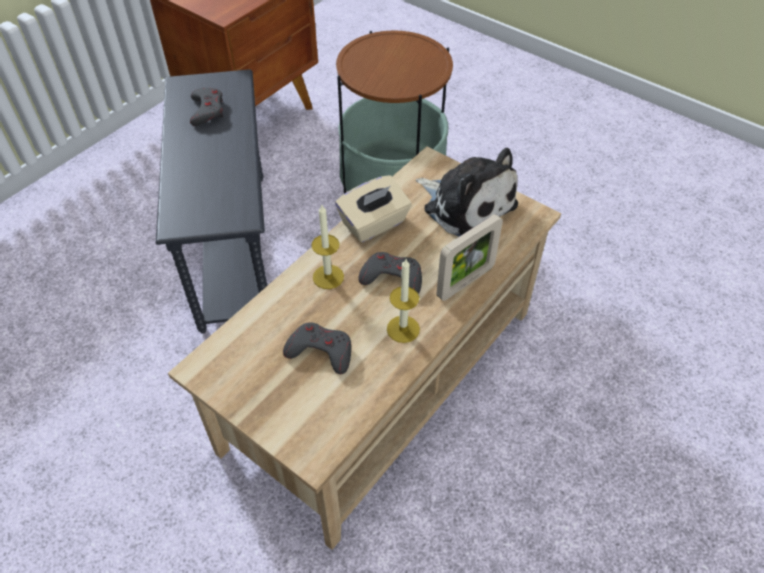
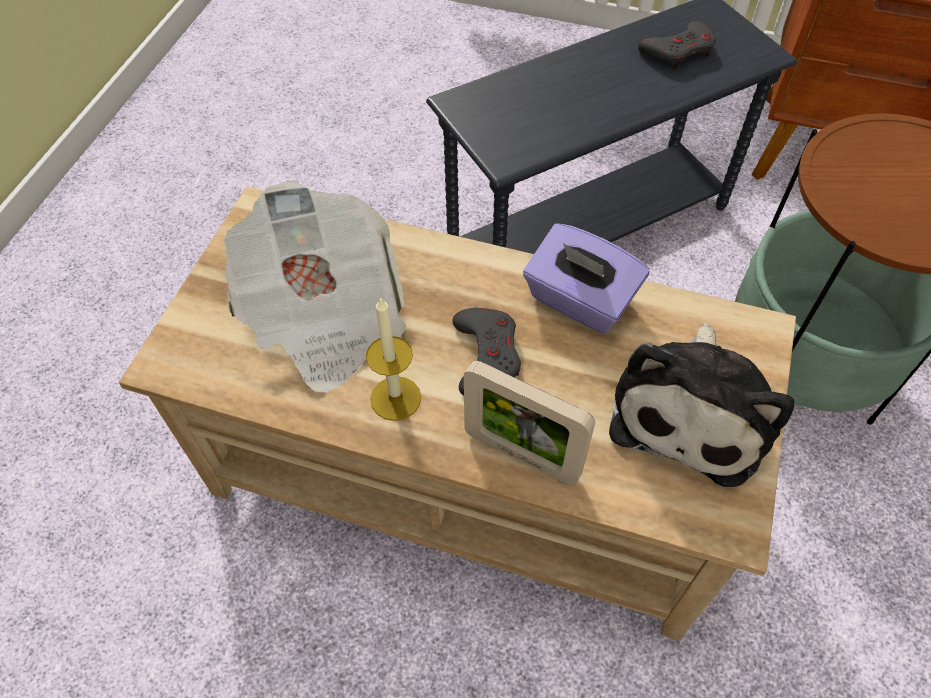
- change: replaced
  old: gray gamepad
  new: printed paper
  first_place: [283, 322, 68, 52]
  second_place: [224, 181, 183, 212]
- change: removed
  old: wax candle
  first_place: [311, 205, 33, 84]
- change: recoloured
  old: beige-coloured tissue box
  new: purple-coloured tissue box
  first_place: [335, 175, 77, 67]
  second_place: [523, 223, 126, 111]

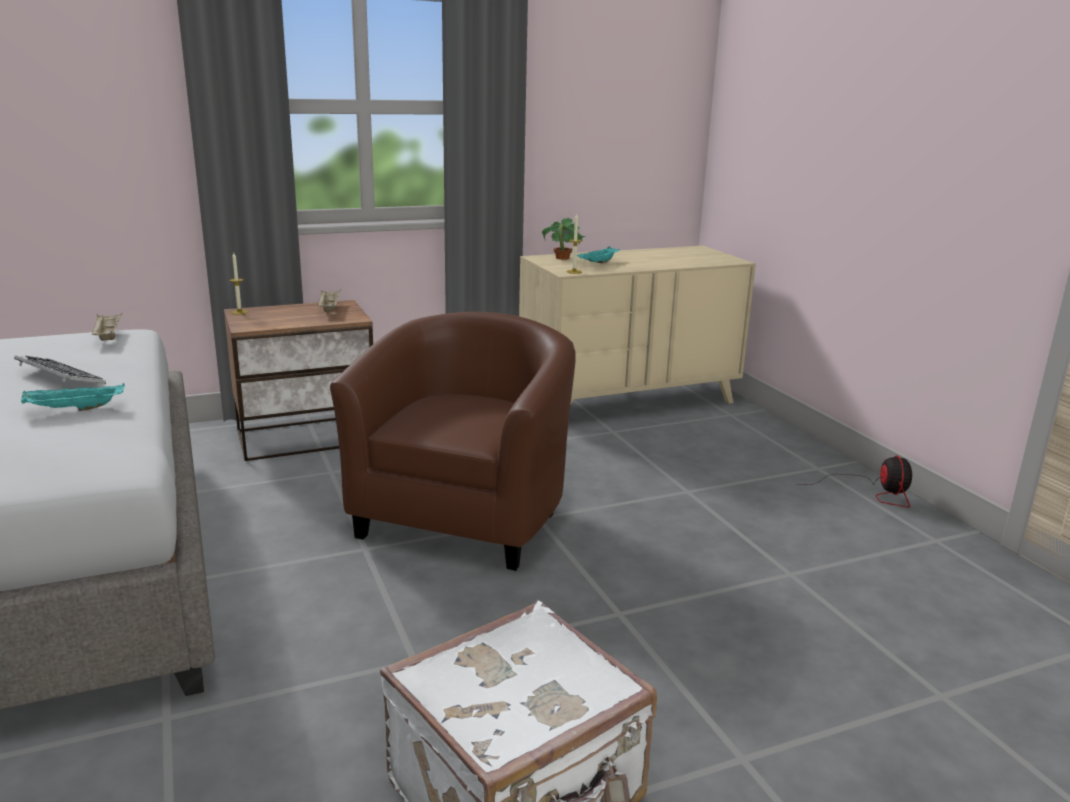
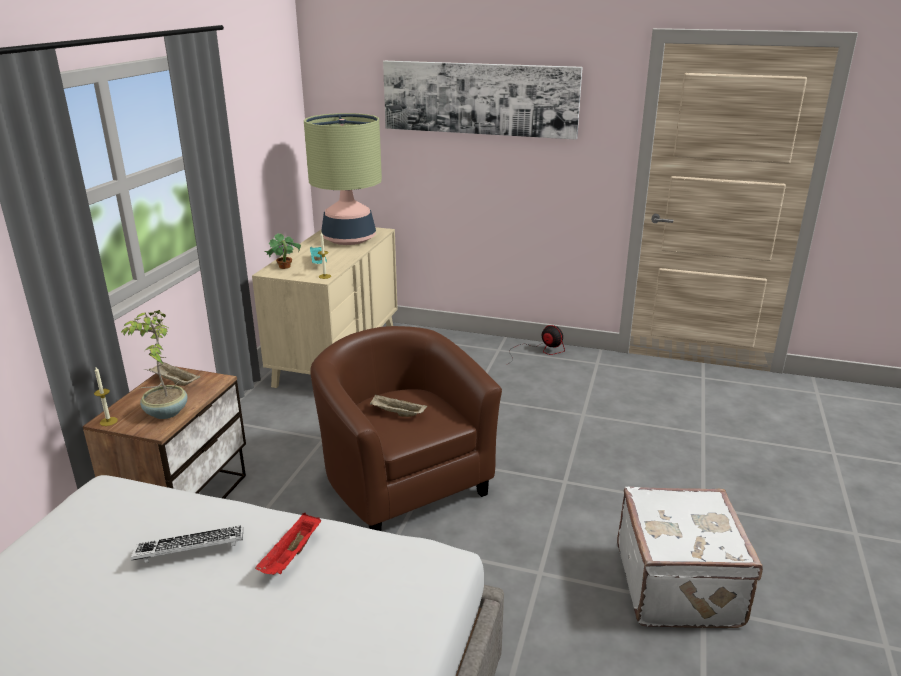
- change: recoloured
  old: turquoise-coloured carrying tray
  new: red-coloured carrying tray
  first_place: [21, 383, 104, 28]
  second_place: [255, 513, 66, 62]
- change: moved
  old: beige-coloured carrying tray
  first_place: [92, 313, 30, 28]
  second_place: [370, 395, 57, 22]
- change: added
  new: potted plant
  second_place: [121, 310, 67, 109]
- change: added
  new: tabletop lamp
  second_place: [304, 113, 78, 132]
- change: added
  new: wall picture
  second_place: [383, 61, 200, 79]

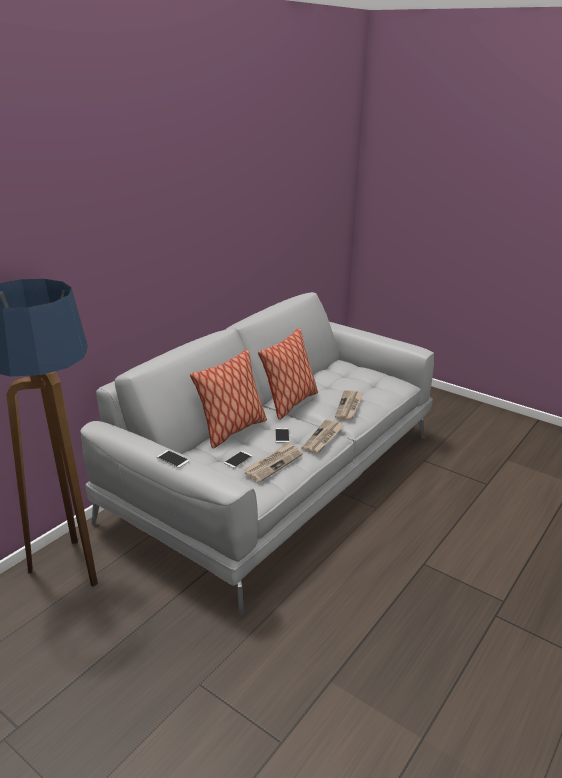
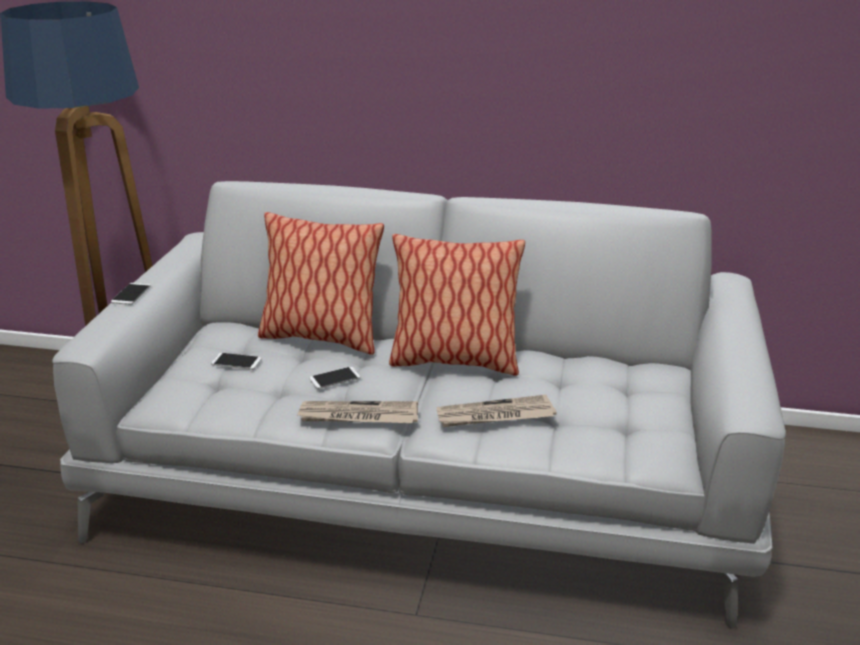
- change: removed
  old: printed paper
  first_place: [244, 442, 59, 41]

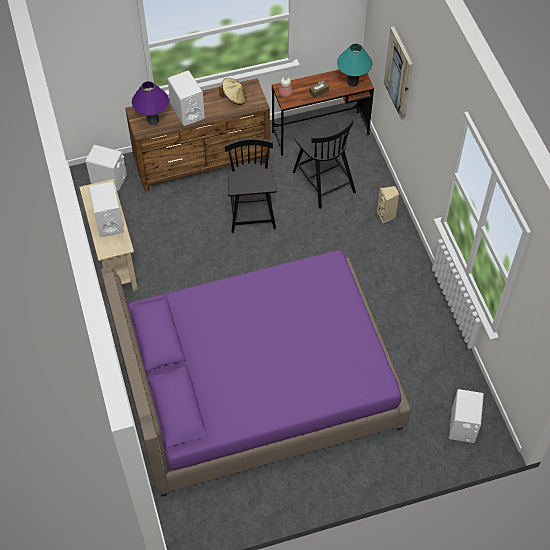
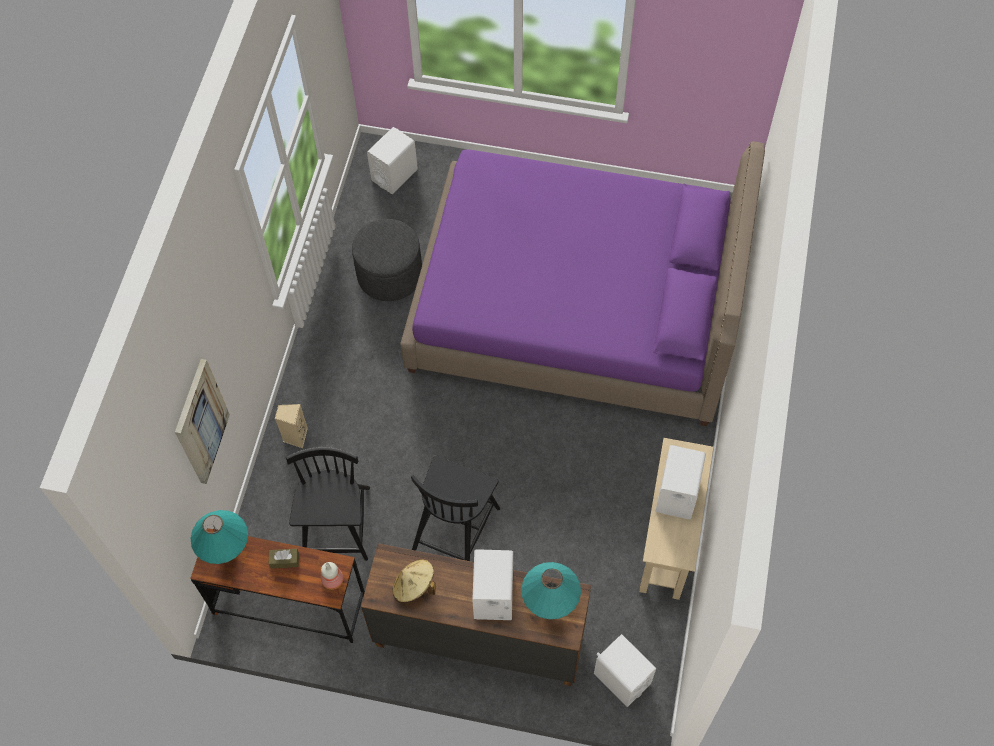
- change: recoloured
  old: purple-coloured tabletop lamp
  new: turquoise-coloured tabletop lamp
  first_place: [132, 81, 37, 44]
  second_place: [521, 562, 60, 57]
- change: added
  new: gray footrest
  second_place: [352, 219, 70, 82]

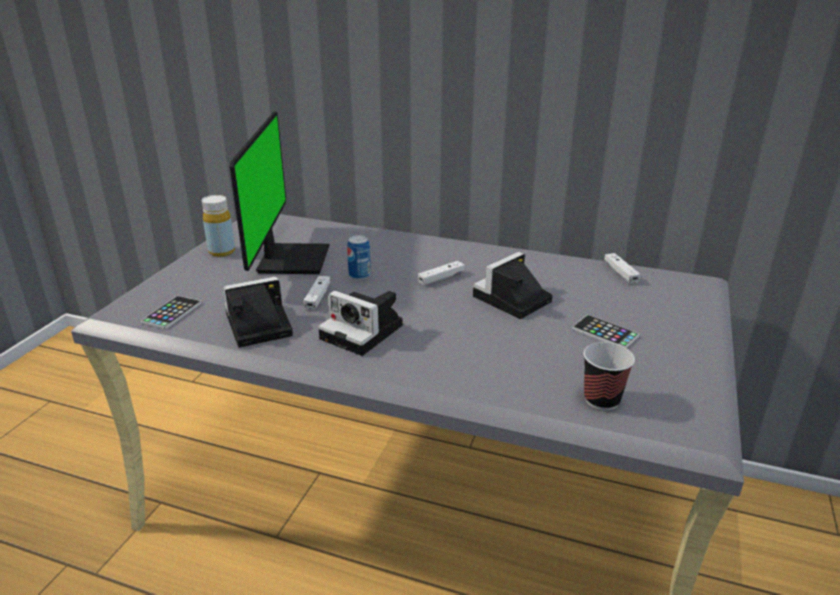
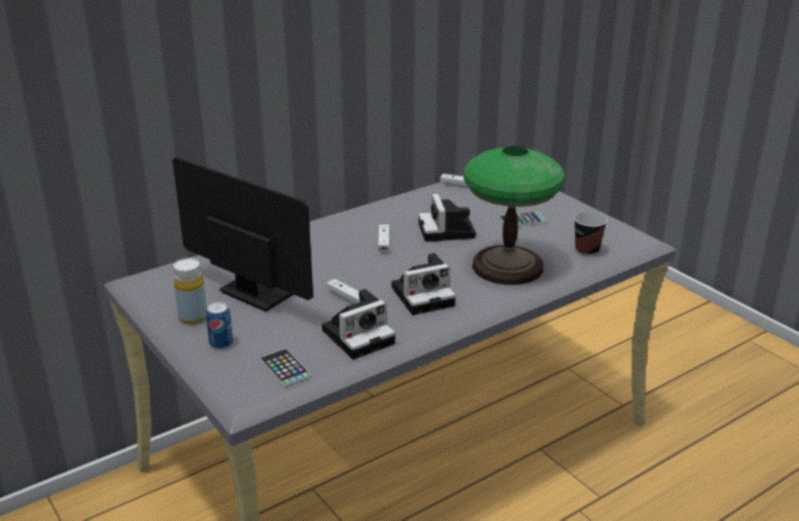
- change: turned
  old: photo camera
  first_place: [224, 277, 69, 71]
  second_place: [322, 289, 74, 71]
  degrees: -135
- change: moved
  old: can
  first_place: [347, 235, 24, 45]
  second_place: [206, 302, 27, 47]
- change: added
  new: tabletop lamp
  second_place: [464, 146, 101, 139]

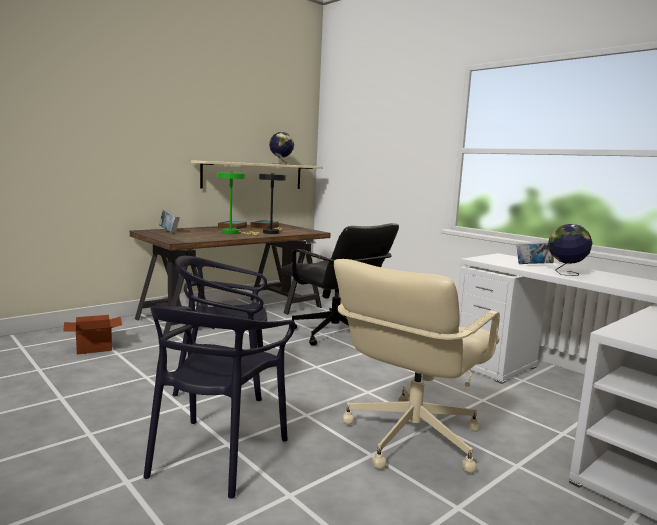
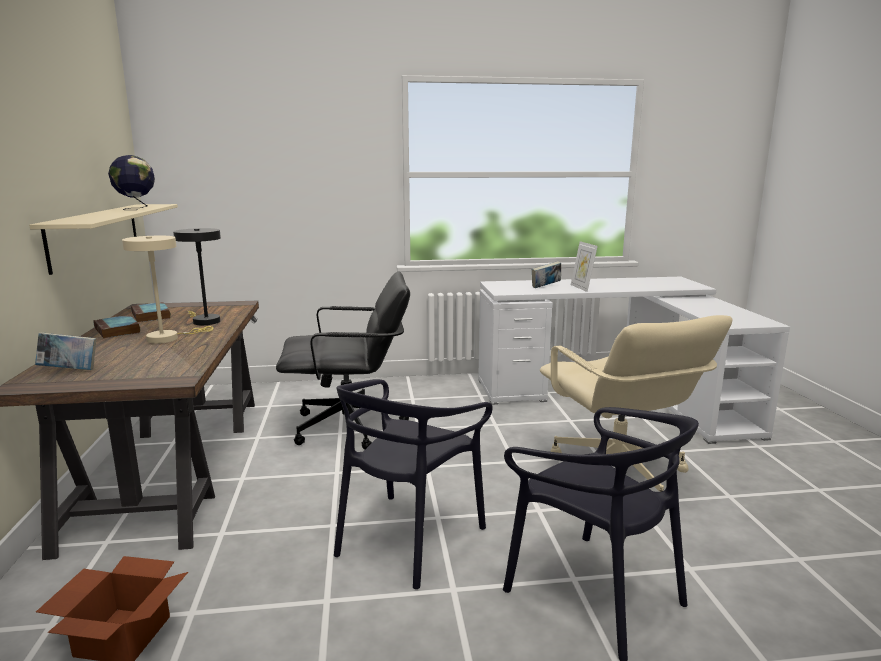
- change: recoloured
  old: green tabletop lamp
  new: beige-coloured tabletop lamp
  first_place: [217, 172, 42, 63]
  second_place: [122, 236, 91, 108]
- change: replaced
  old: globe
  new: photo frame
  first_place: [548, 224, 44, 52]
  second_place: [571, 241, 27, 51]

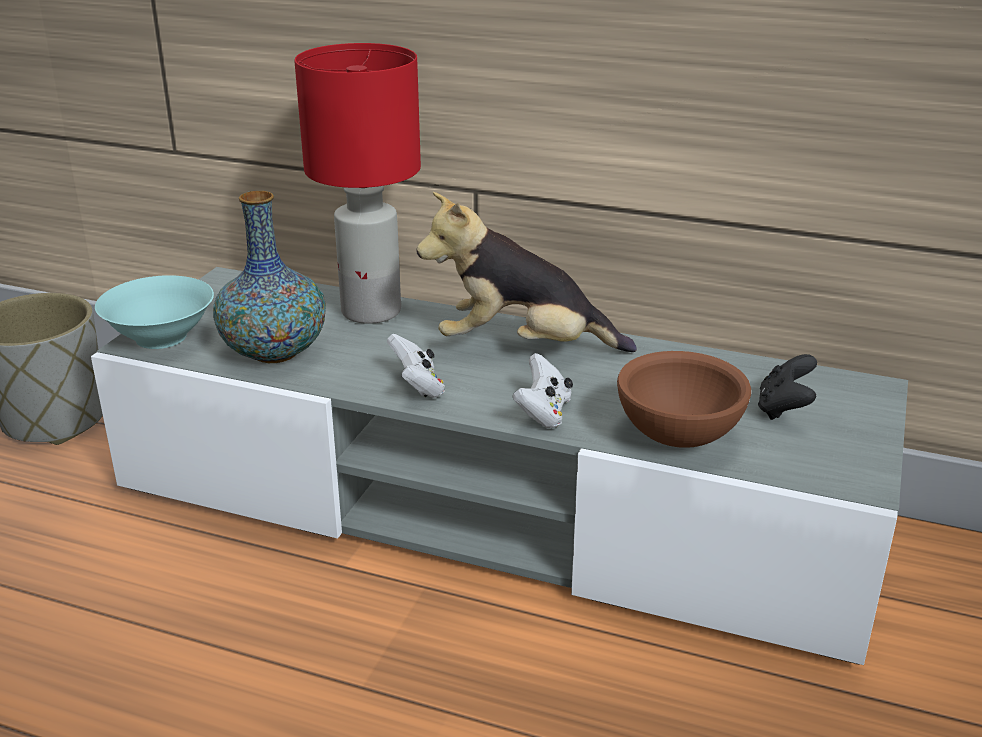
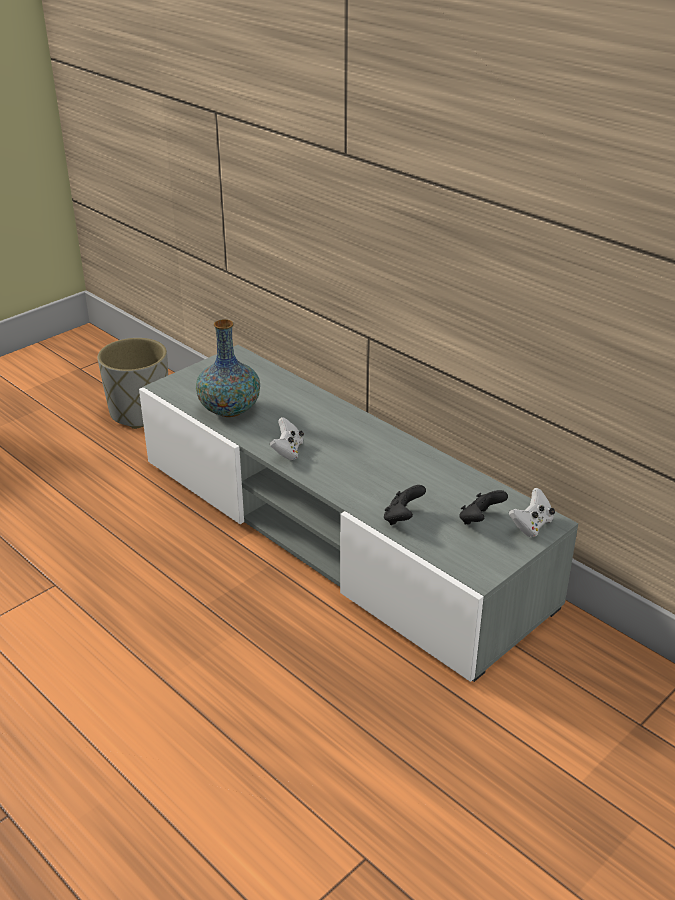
- change: removed
  old: turquoise-coloured bowl
  first_place: [95, 275, 119, 74]
- change: removed
  old: red-coloured tabletop lamp
  first_place: [294, 43, 127, 281]
- change: removed
  old: plush toy
  first_place: [416, 192, 221, 160]
- change: moved
  old: white gamepad
  first_place: [512, 353, 61, 75]
  second_place: [509, 488, 46, 49]
- change: replaced
  old: brown-coloured bowl
  new: black gamepad
  first_place: [617, 351, 134, 97]
  second_place: [384, 485, 42, 40]

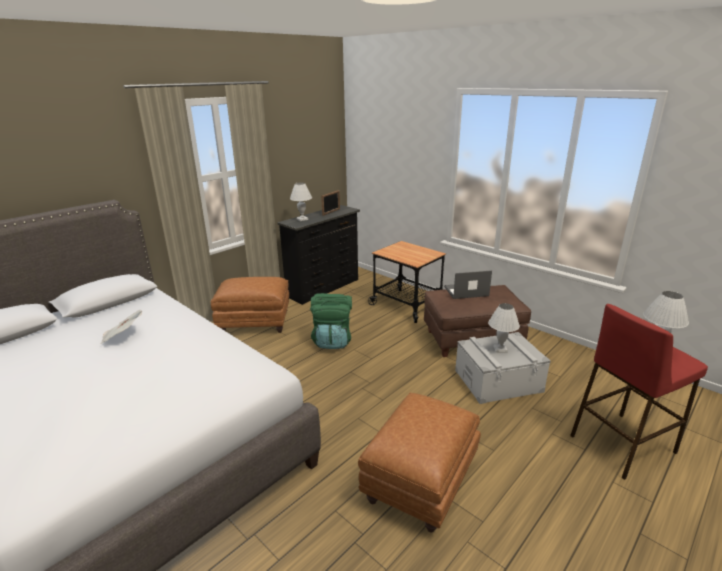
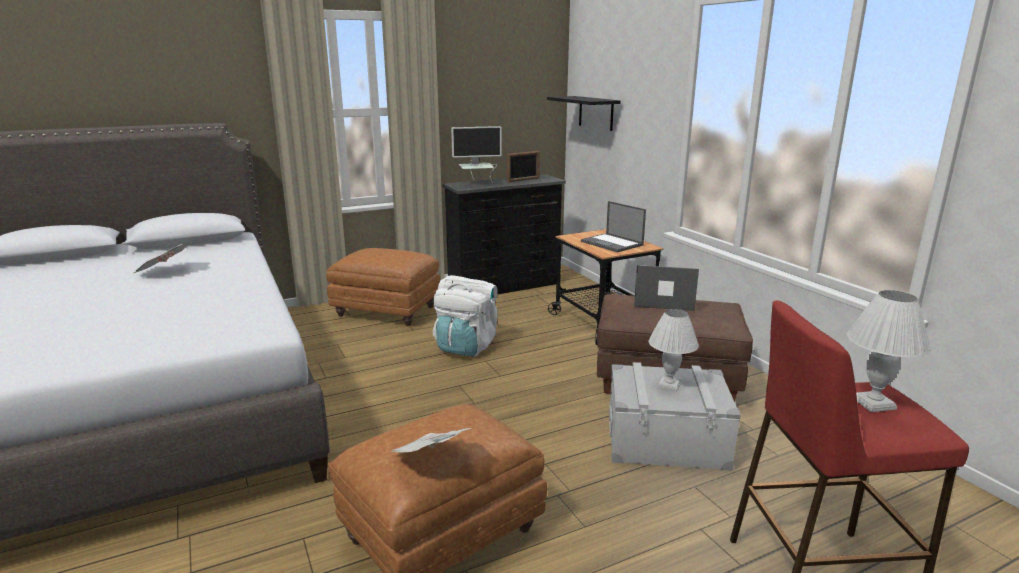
- change: replaced
  old: white tabletop lamp
  new: computer display
  first_place: [290, 182, 22, 39]
  second_place: [451, 126, 51, 57]
- change: recoloured
  old: green backpack
  new: white backpack
  first_place: [310, 293, 42, 56]
  second_place: [433, 275, 65, 82]
- change: added
  new: printed paper
  second_place: [390, 428, 82, 25]
- change: added
  new: black bracket shelf
  second_place: [547, 96, 74, 35]
- change: added
  new: laptop
  second_place: [581, 201, 65, 52]

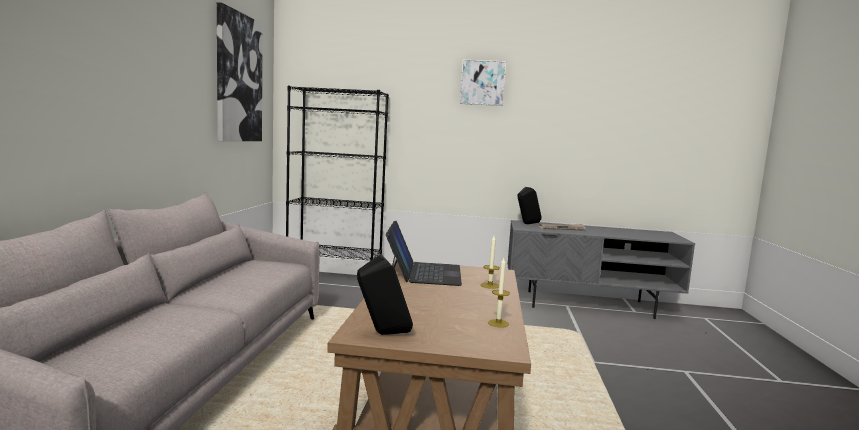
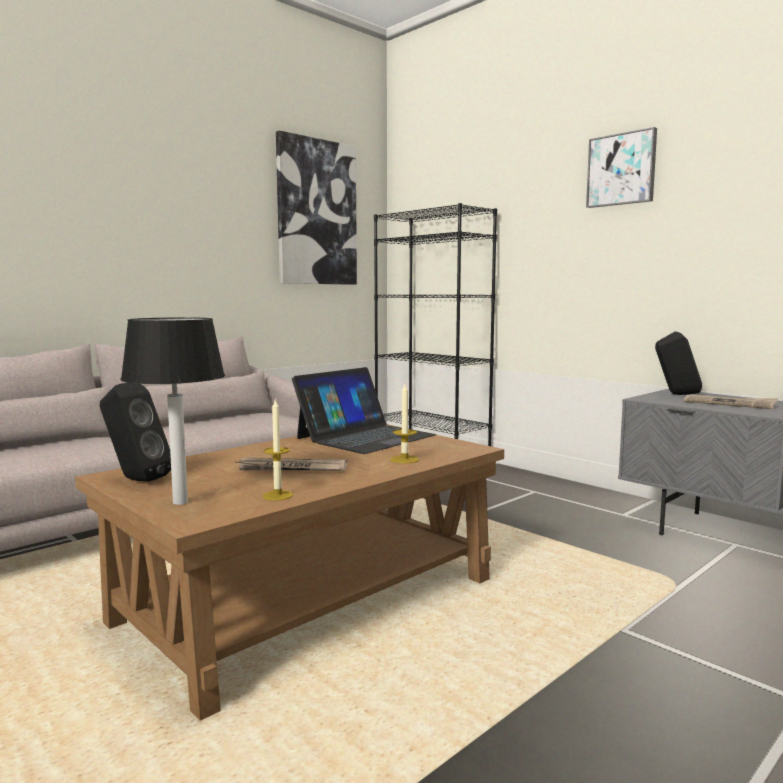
- change: added
  new: tabletop lamp
  second_place: [121, 317, 104, 188]
- change: added
  new: printed paper
  second_place: [234, 458, 114, 13]

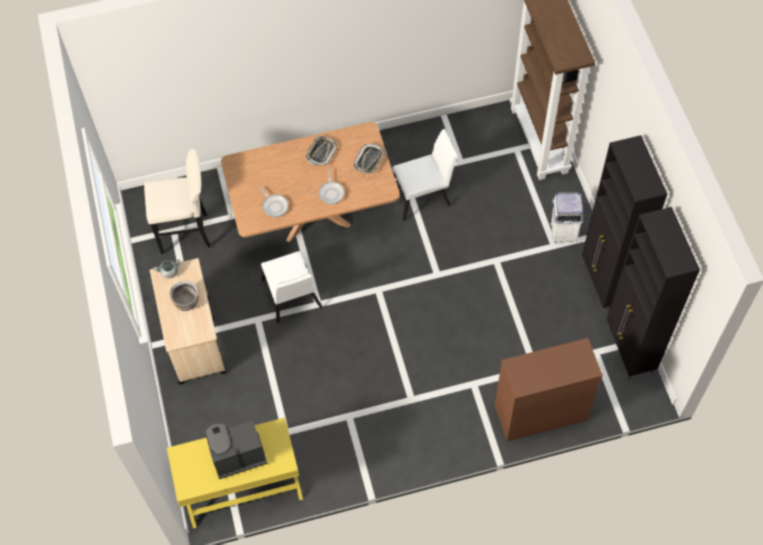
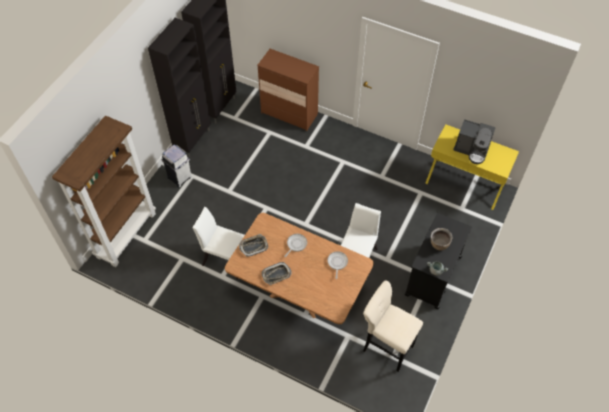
- change: recoloured
  old: beige-coloured trolley
  new: black trolley
  first_place: [150, 258, 77, 127]
  second_place: [405, 213, 67, 96]

